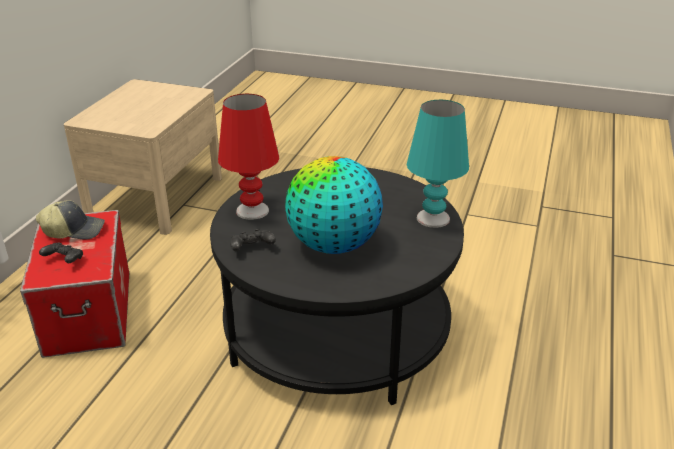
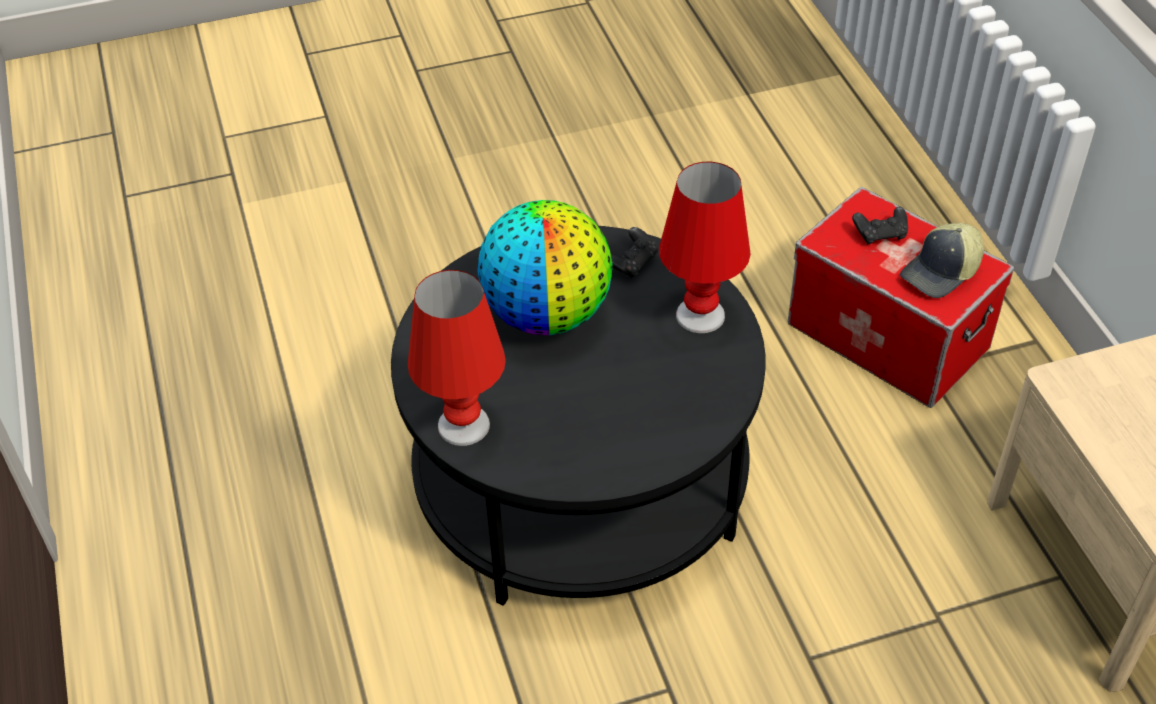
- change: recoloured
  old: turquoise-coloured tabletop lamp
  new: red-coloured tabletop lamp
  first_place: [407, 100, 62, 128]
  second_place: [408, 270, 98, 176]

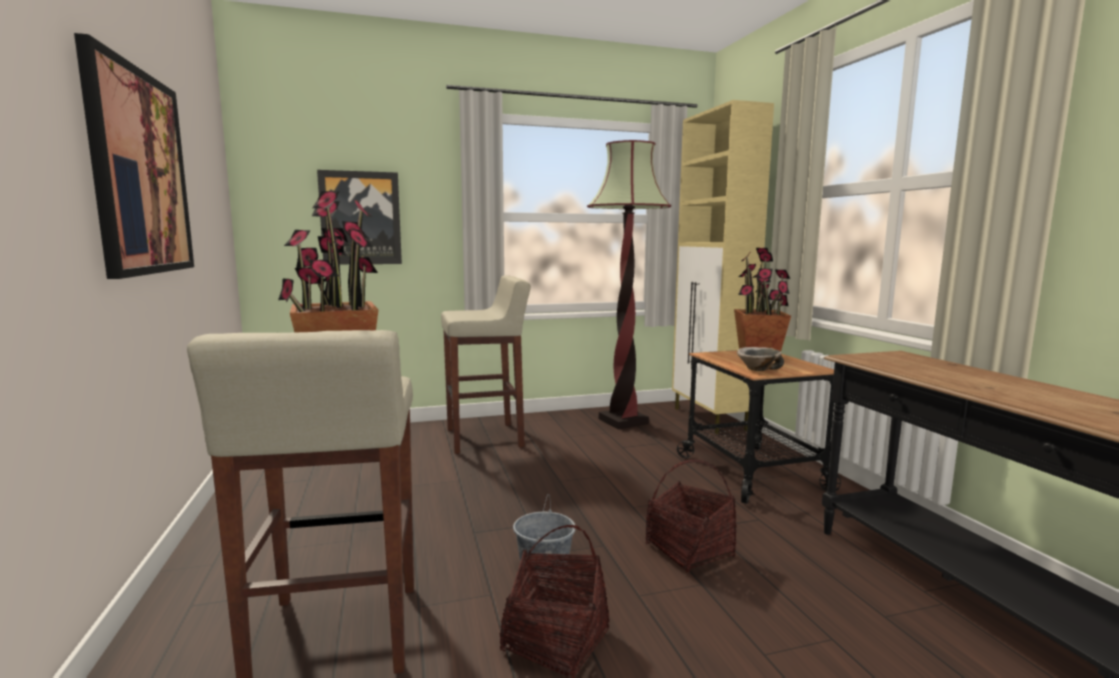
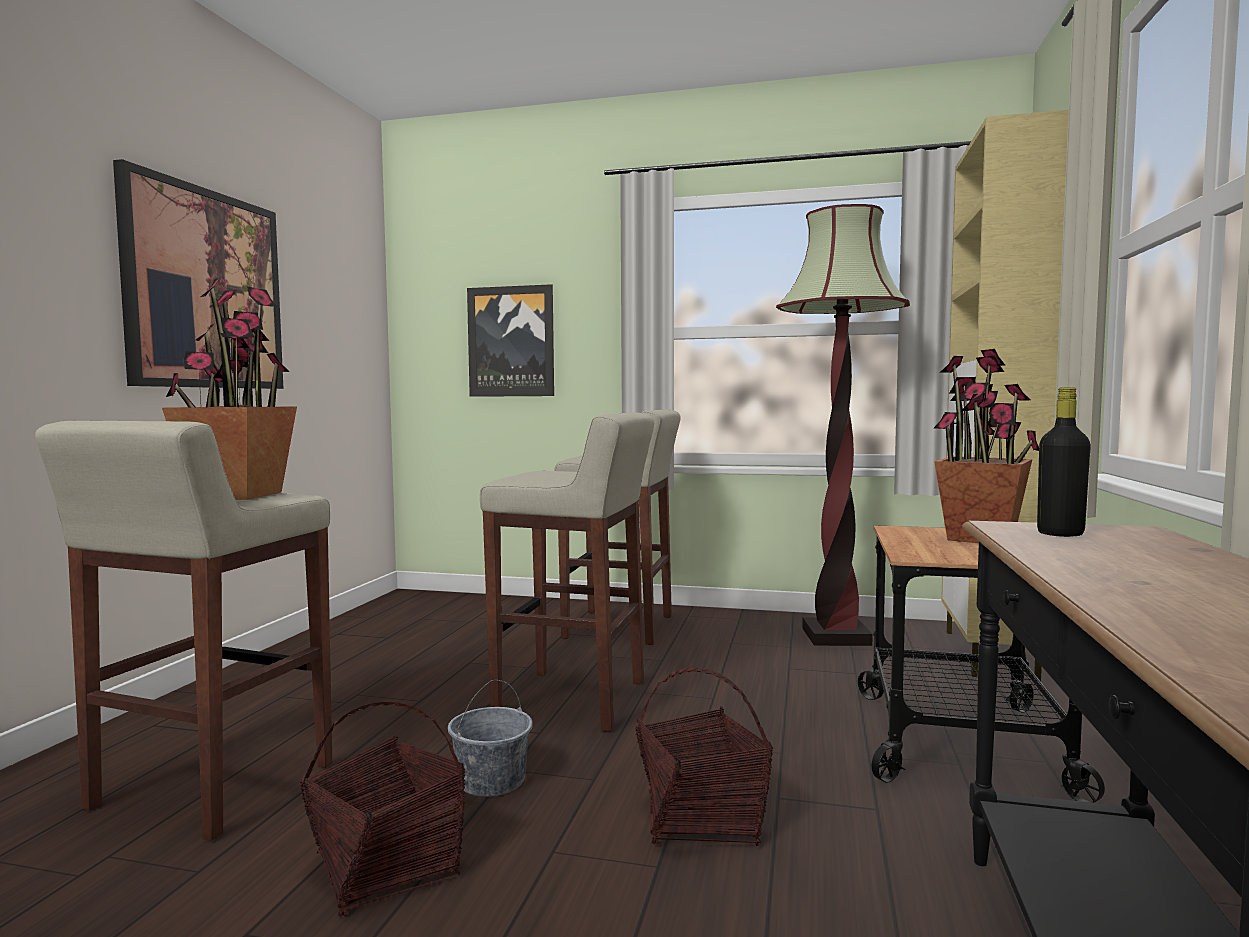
- change: removed
  old: bowl
  first_place: [737, 347, 47, 24]
- change: added
  new: beige-coloured stool seat
  second_place: [480, 412, 174, 320]
- change: added
  new: black drink bottle
  second_place: [1037, 387, 54, 150]

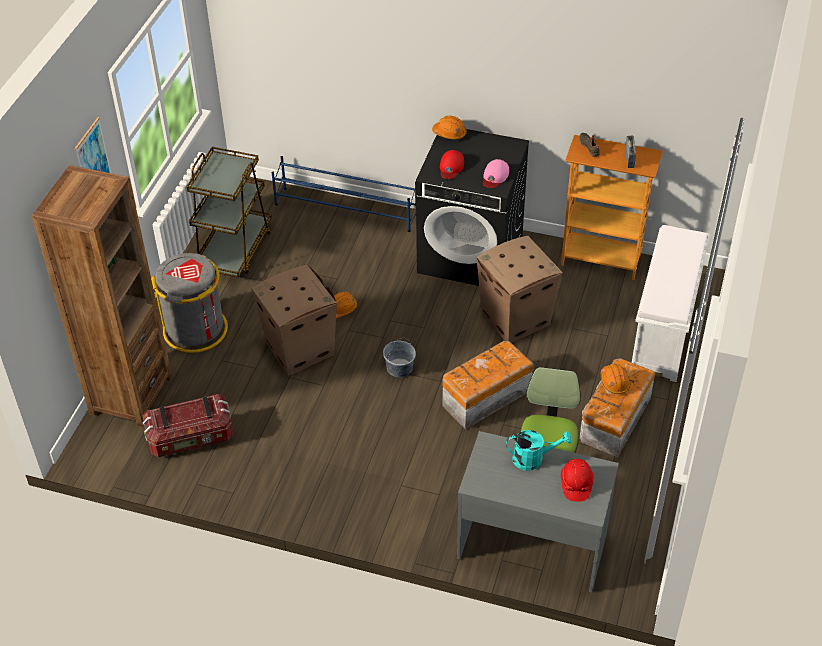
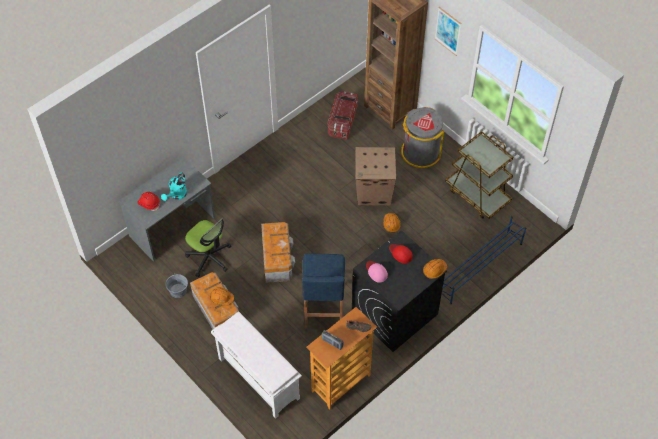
- change: moved
  old: gray pail
  first_place: [383, 338, 33, 39]
  second_place: [165, 274, 23, 24]
- change: replaced
  old: cardboard box
  new: bluish stool seat
  first_place: [477, 236, 86, 107]
  second_place: [302, 253, 43, 75]

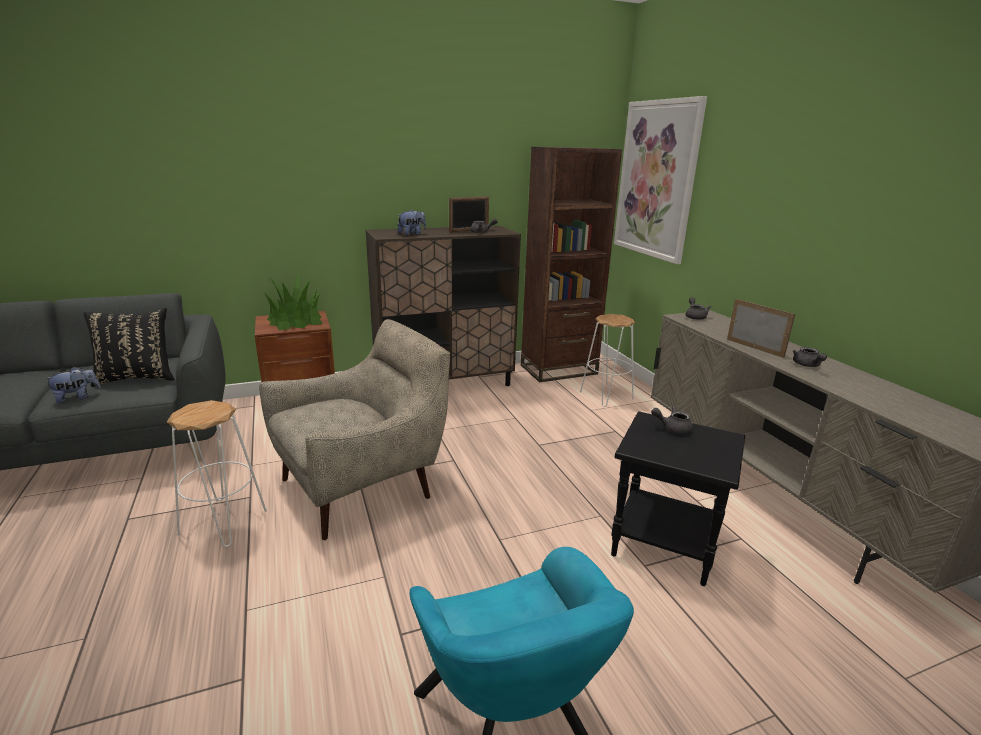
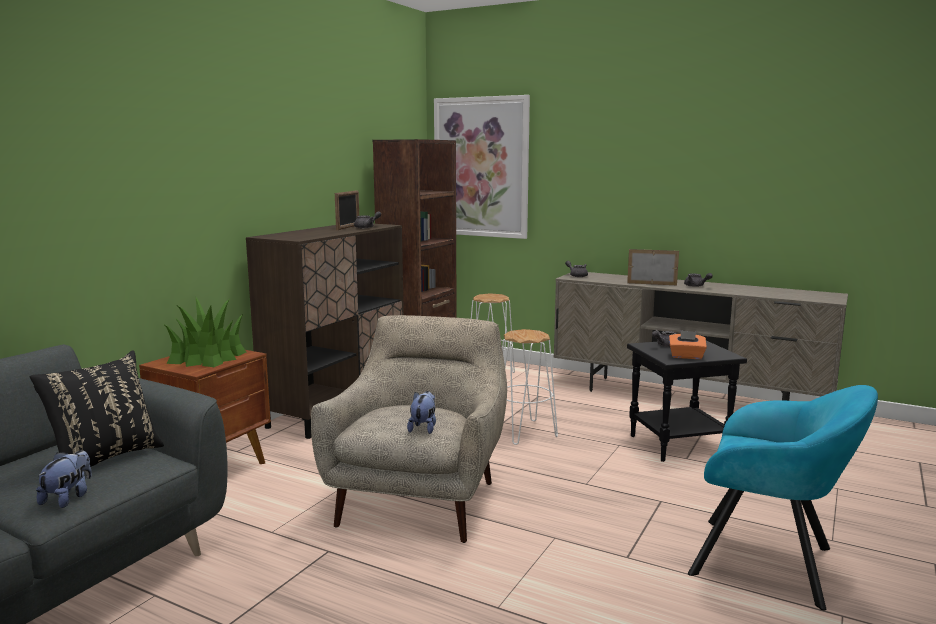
- change: moved
  old: white stool seat
  first_place: [167, 400, 100, 147]
  second_place: [502, 329, 56, 116]
- change: moved
  old: plush toy
  first_place: [398, 209, 28, 27]
  second_place: [407, 391, 29, 43]
- change: added
  new: orange tissue box
  second_place: [669, 330, 38, 29]

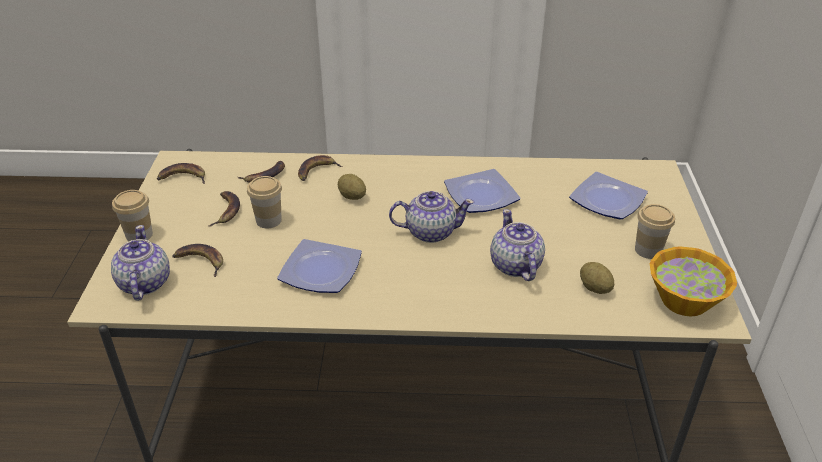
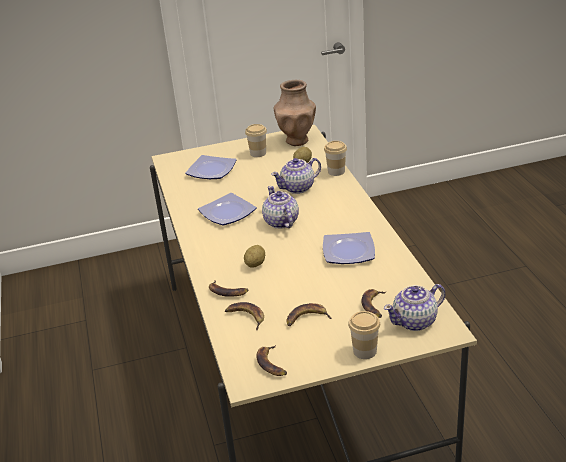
- change: moved
  old: drinking cup
  first_place: [247, 176, 35, 52]
  second_place: [324, 141, 23, 35]
- change: replaced
  old: bowl
  new: brown-coloured flower vase
  first_place: [650, 246, 87, 70]
  second_place: [274, 80, 42, 66]

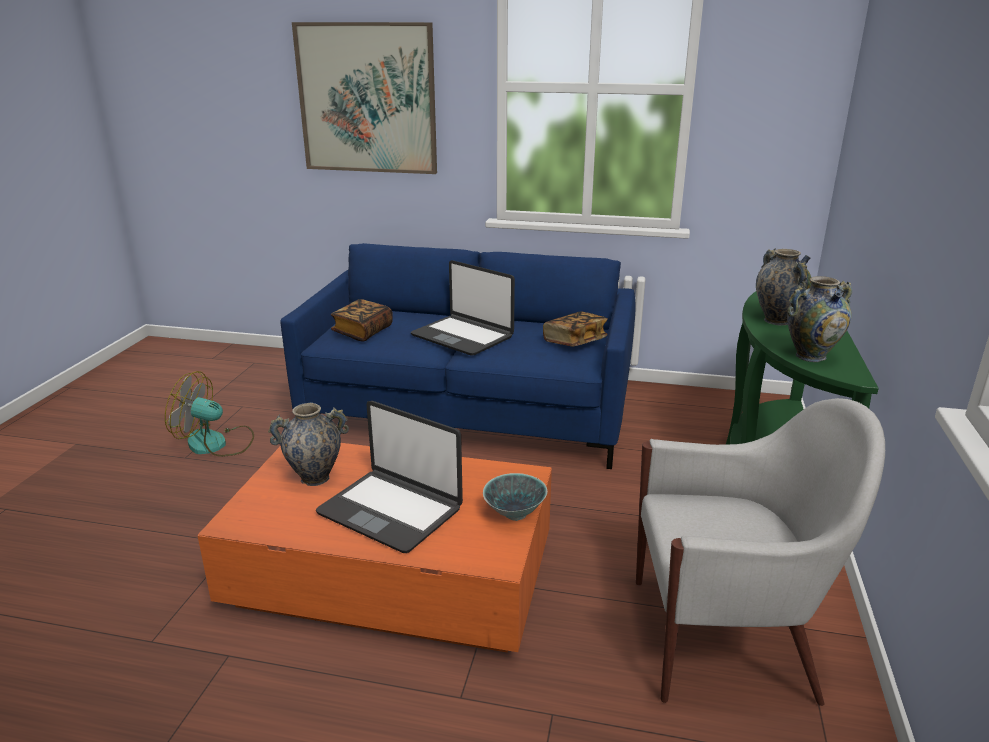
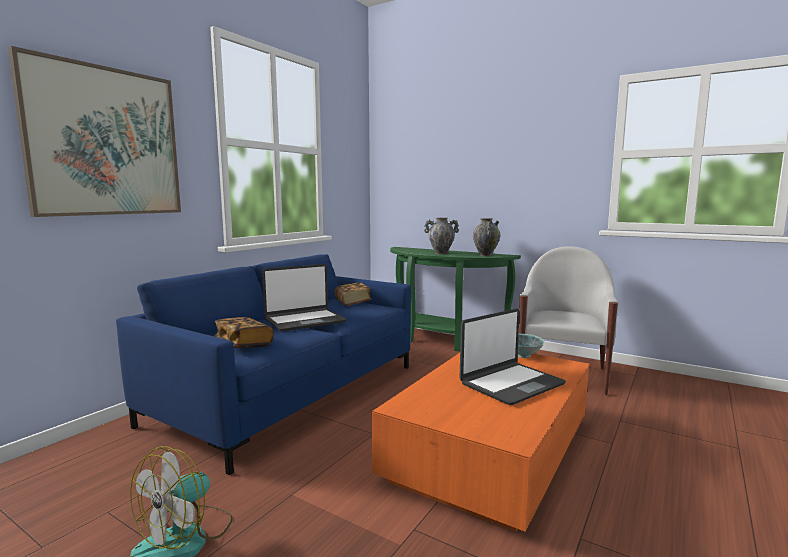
- change: removed
  old: flower vase
  first_place: [268, 403, 81, 83]

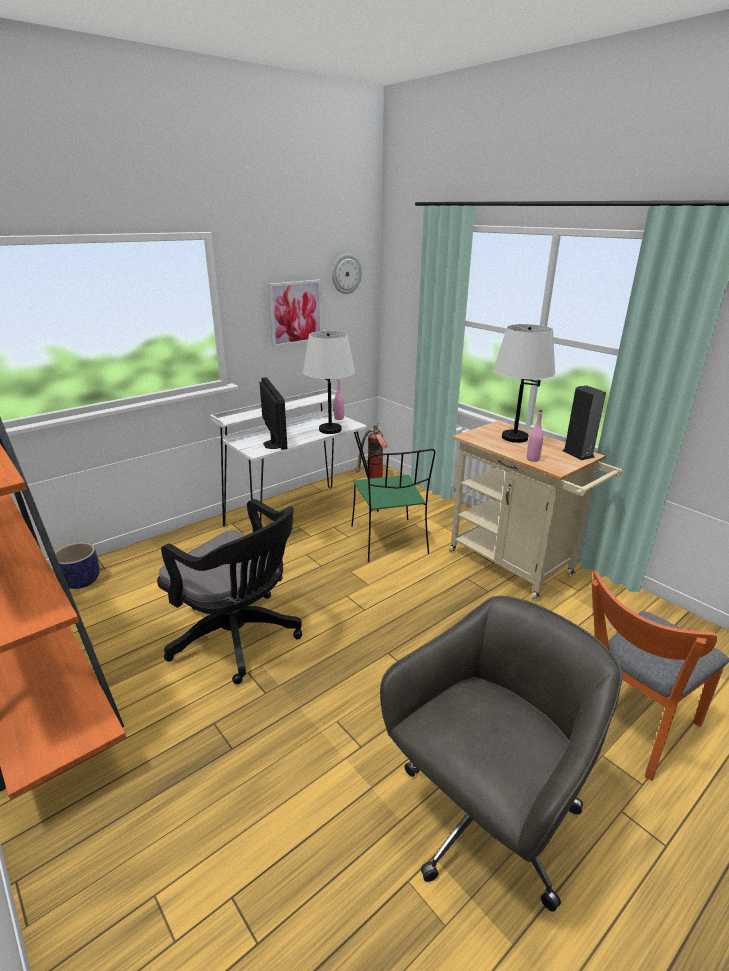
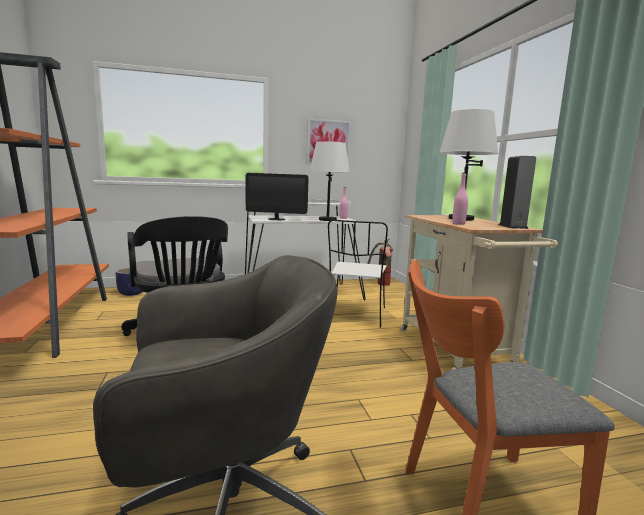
- change: turned
  old: computer display
  first_place: [260, 377, 27, 73]
  second_place: [246, 173, 63, 47]
  degrees: 90
- change: removed
  old: clock on the wall
  first_place: [332, 254, 30, 40]
- change: recoloured
  old: green chair
  new: white chair
  first_place: [351, 449, 85, 113]
  second_place: [328, 220, 60, 108]

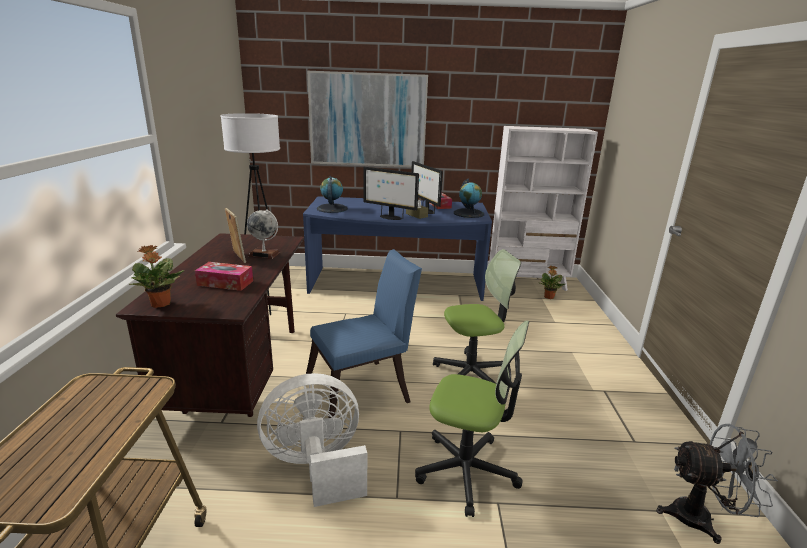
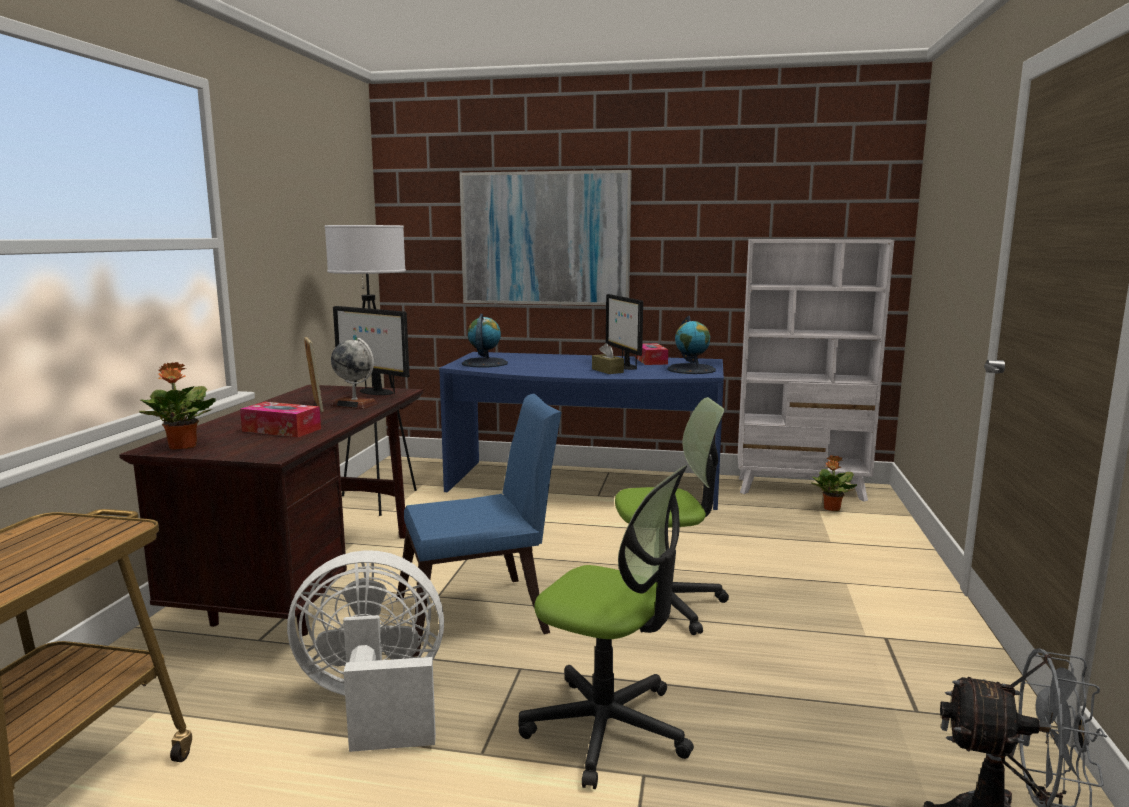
- change: moved
  old: computer display
  first_place: [363, 167, 56, 53]
  second_place: [333, 306, 77, 89]

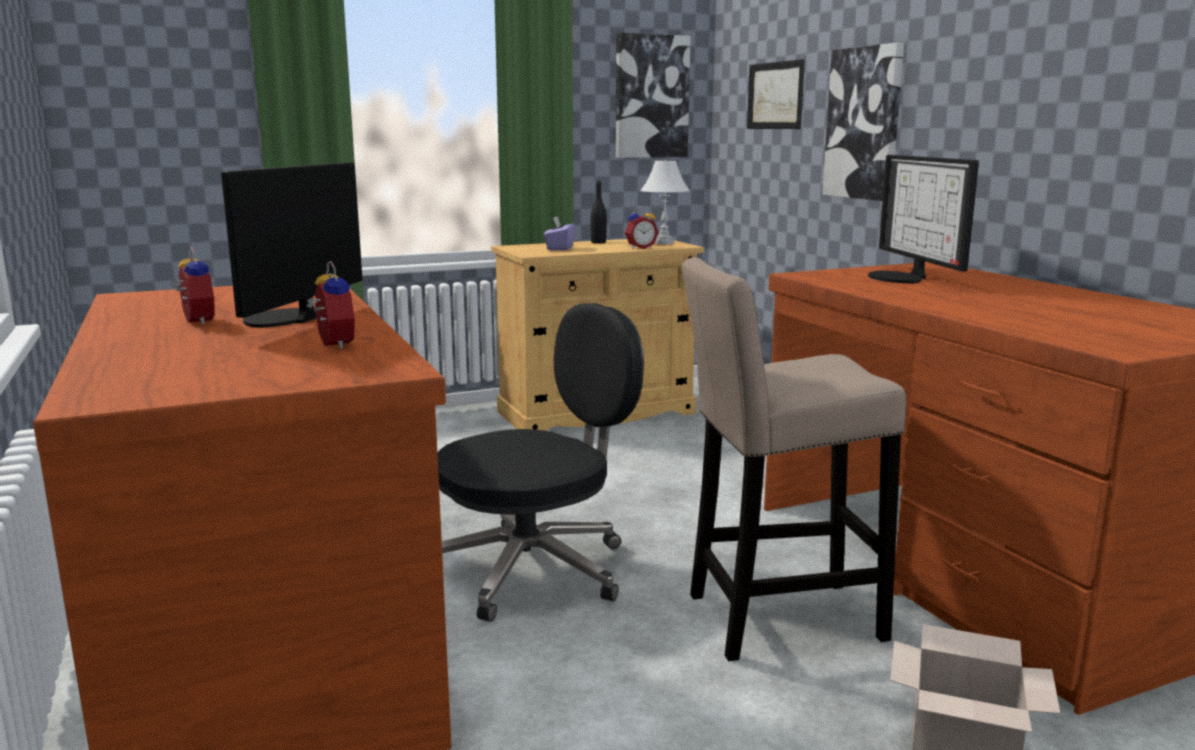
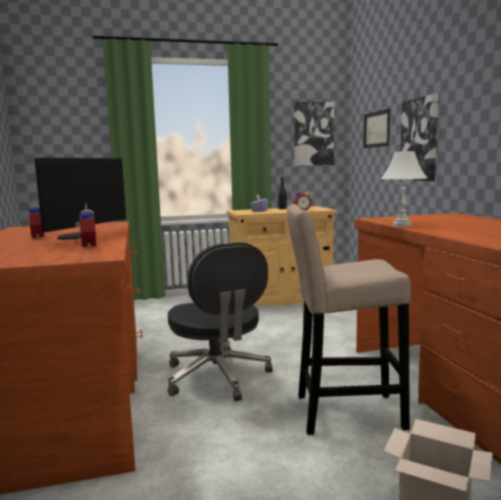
- change: turned
  old: black desk chair
  first_place: [437, 303, 207, 319]
  second_place: [168, 242, 105, 159]
  degrees: 90
- change: moved
  old: white tabletop lamp
  first_place: [641, 160, 49, 85]
  second_place: [381, 151, 46, 76]
- change: removed
  old: computer display
  first_place: [868, 155, 111, 128]

